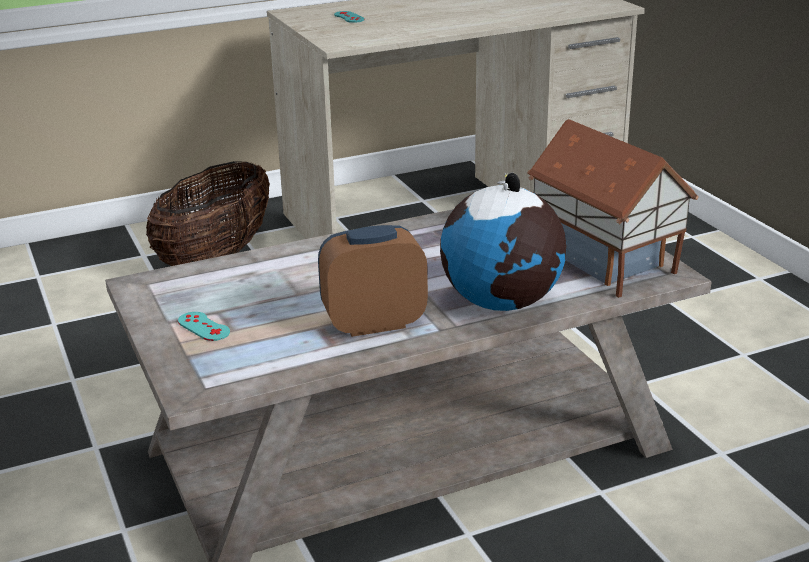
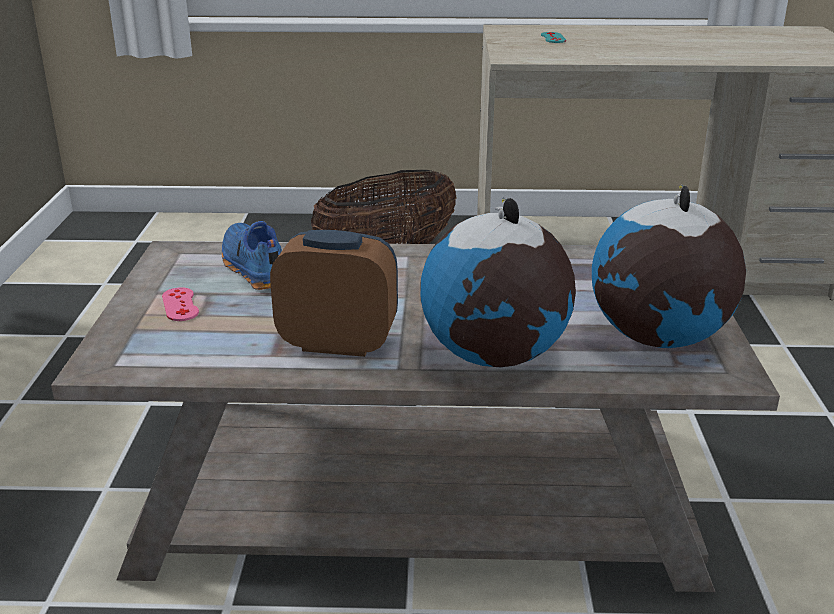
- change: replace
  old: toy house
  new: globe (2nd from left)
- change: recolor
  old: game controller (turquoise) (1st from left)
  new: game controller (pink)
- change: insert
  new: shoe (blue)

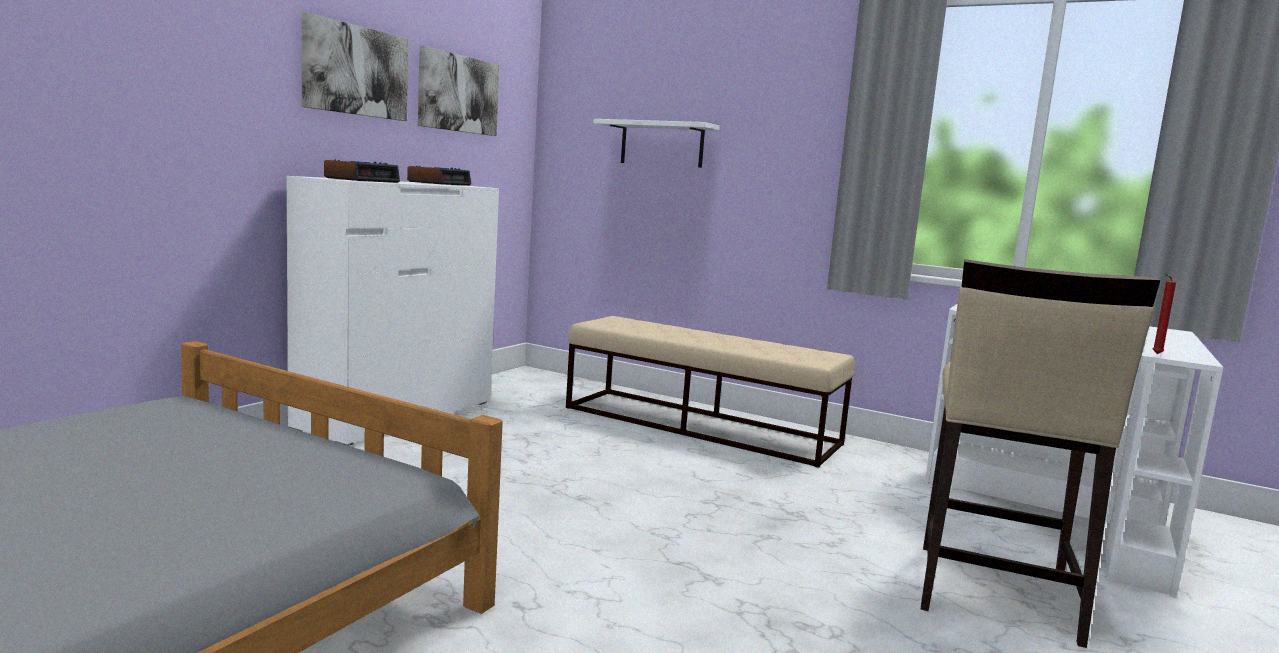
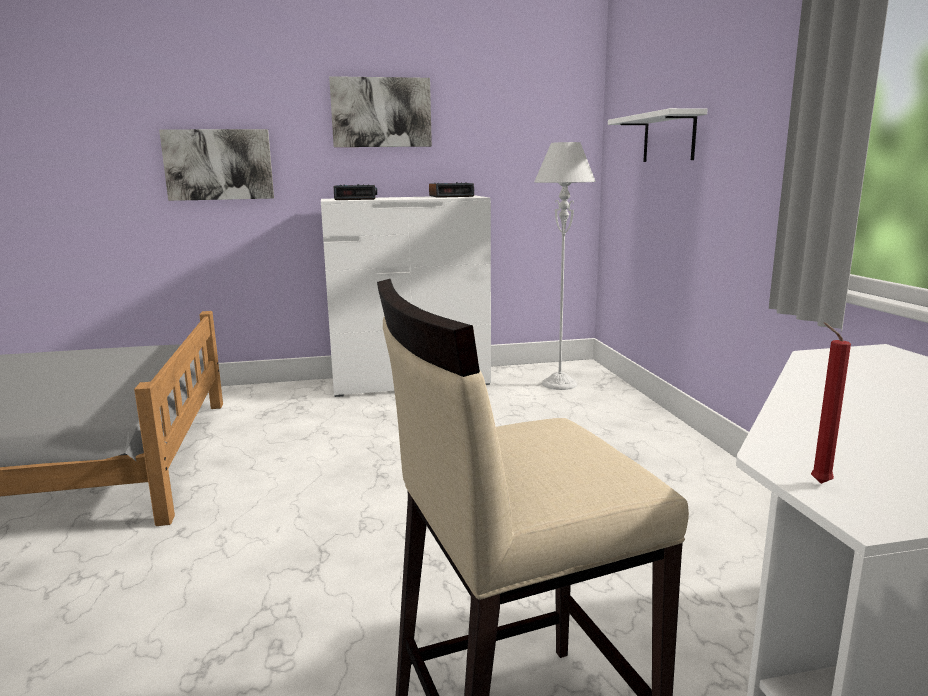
- change: move
  old: picture (2nd from left in the first image)
  new: picture (1st from left)
- change: delete
  old: bench (beige)
- change: insert
  new: floor lamp (grey)

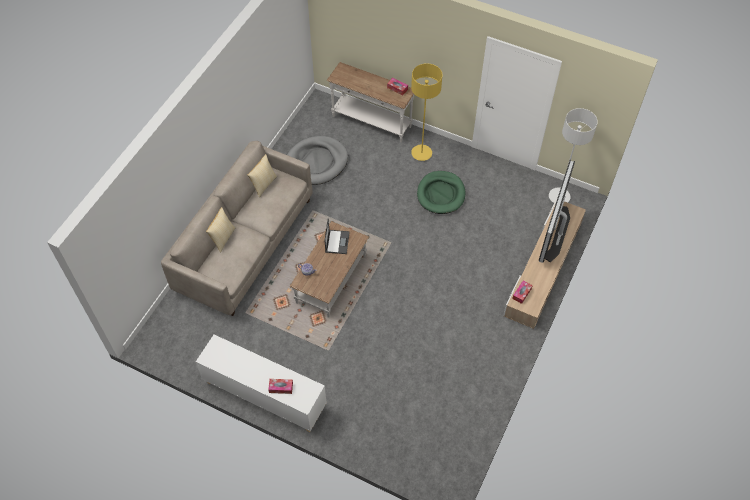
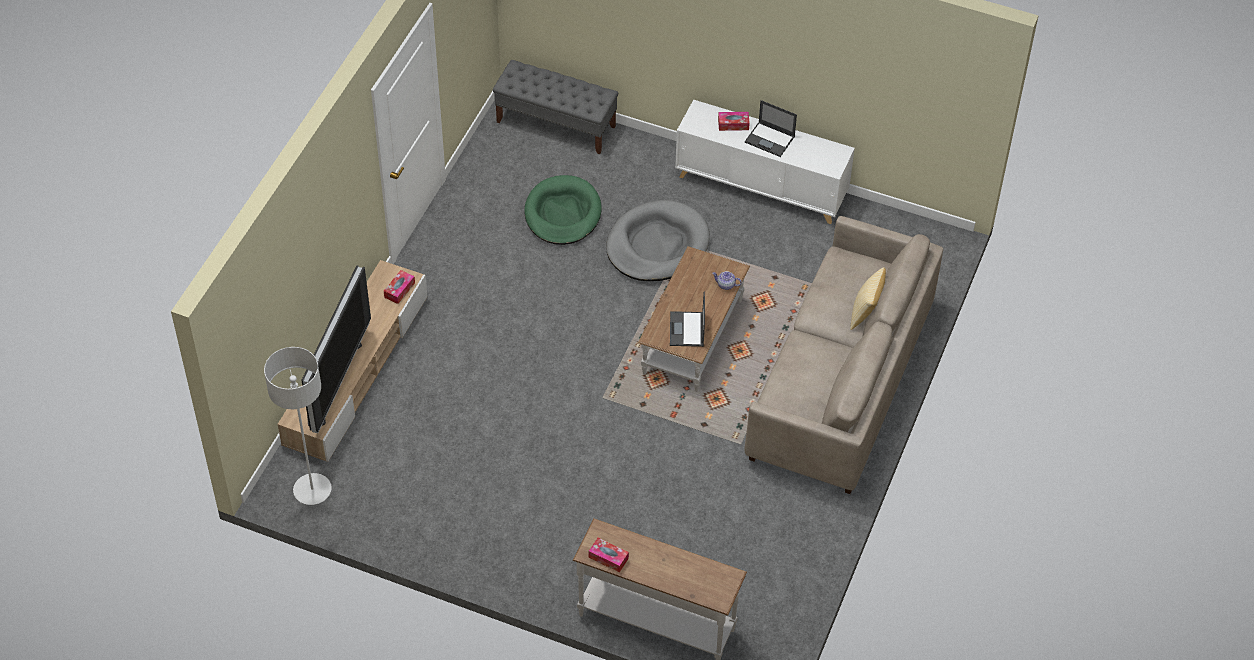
- change: delete
  old: floor lamp (yellow)
- change: move
  old: dog bed (grey)
- change: delete
  old: pillow (2nd from left)
- change: move
  old: dog bed (green)
- change: insert
  new: bench (grey)
- change: insert
  new: laptop (2nd from left)

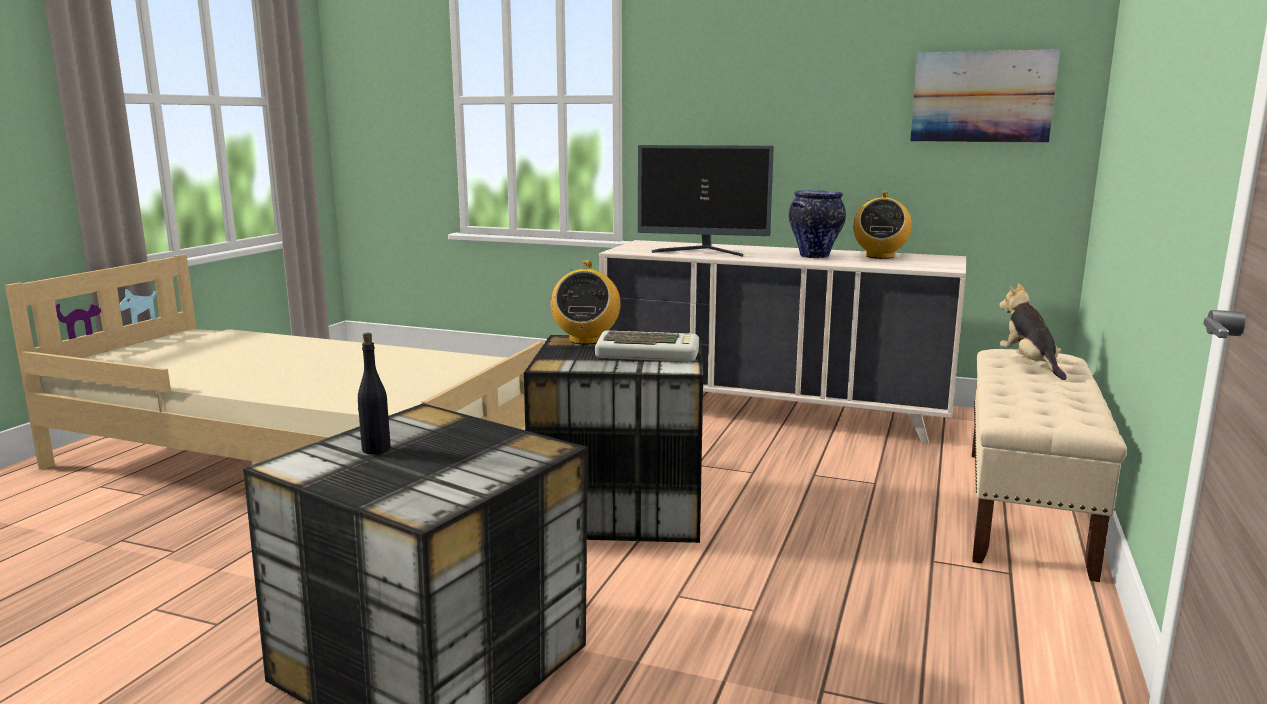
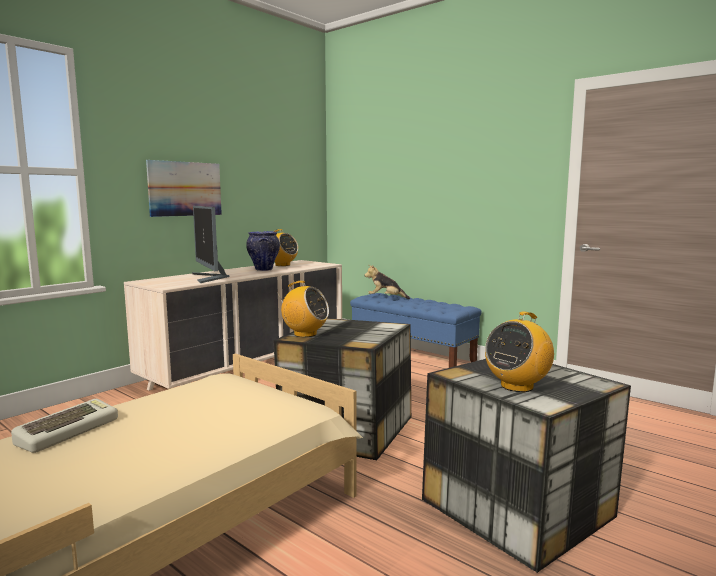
- change: move
  old: picture
- change: rotate
  old: monitor
  degrees: 120
- change: move
  old: keyboard
- change: replace
  old: bottle (black)
  new: radio (3rd from left)
- change: recolor
  old: bench (beige)
  new: bench (blue)

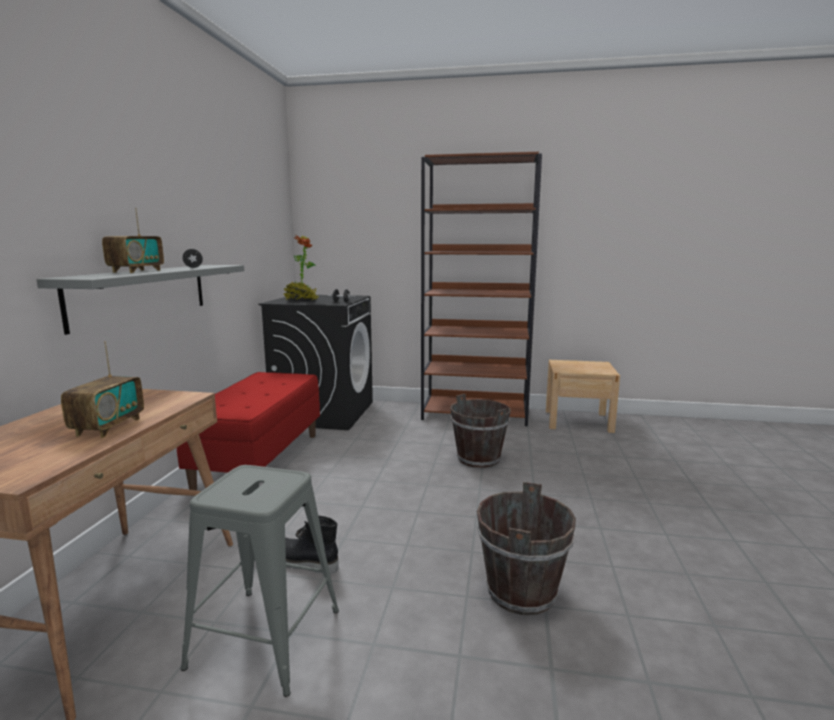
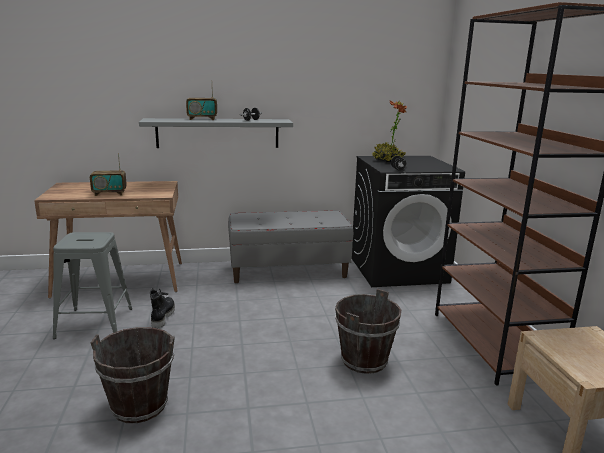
- change: recolor
  old: bench (red)
  new: bench (grey)

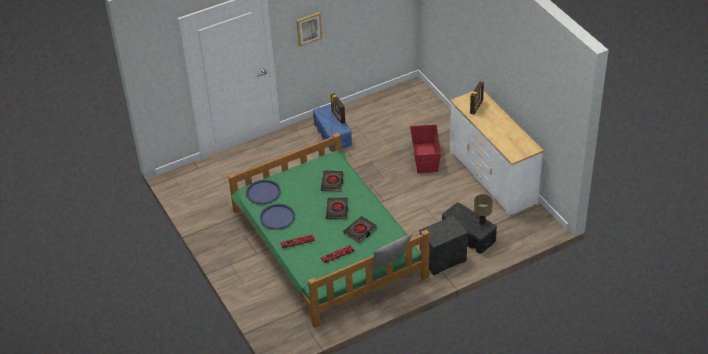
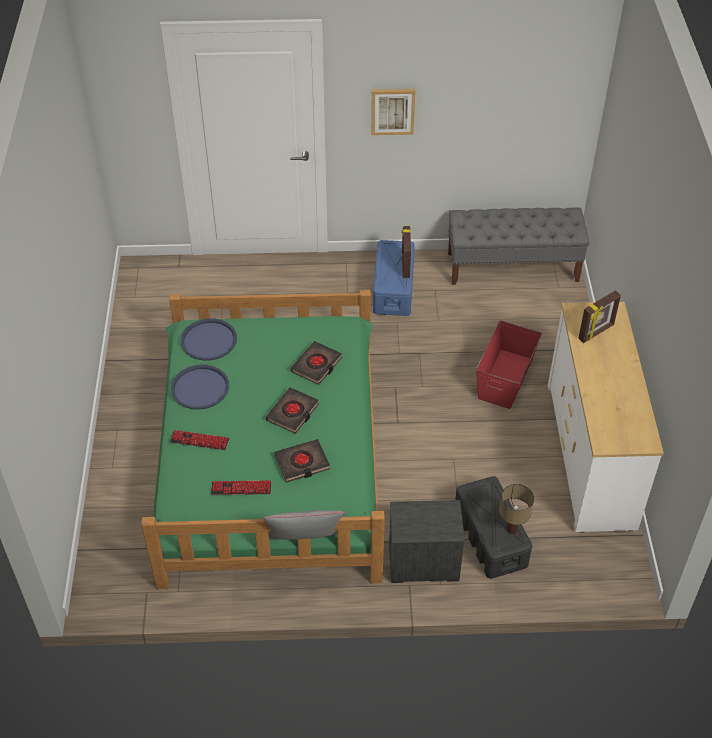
- change: insert
  new: bench (grey)

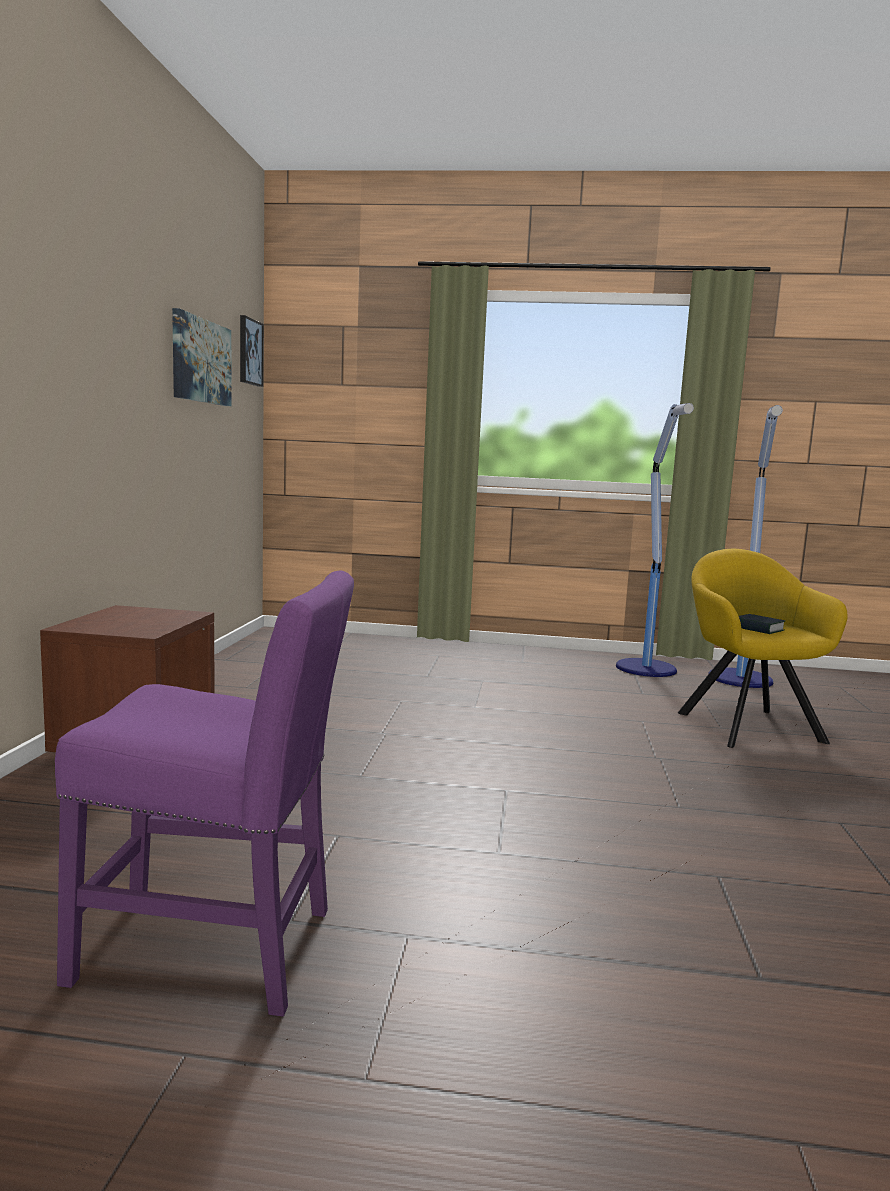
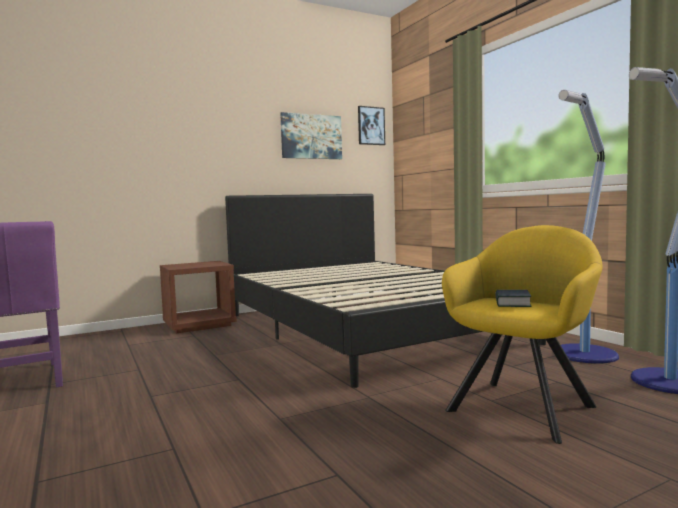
- change: insert
  new: bed (black)

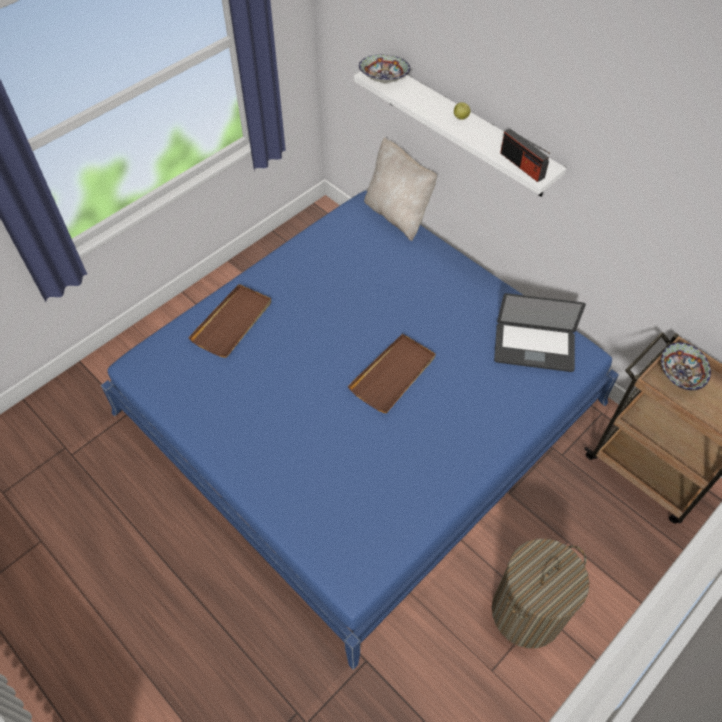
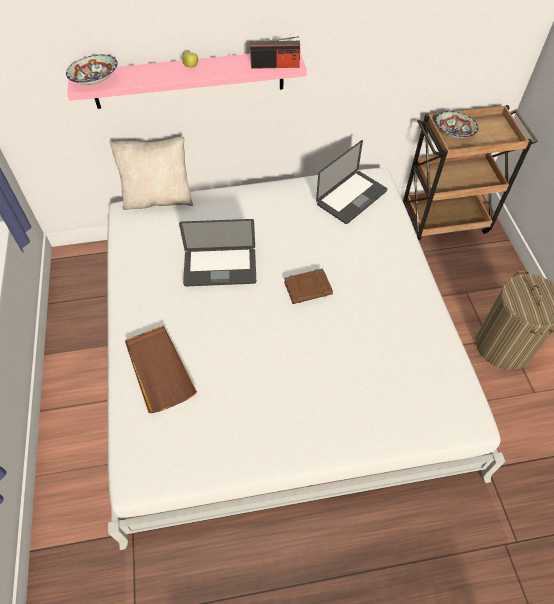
- change: recolor
  old: shelf (white)
  new: shelf (pink)
- change: recolor
  old: bed (blue)
  new: bed (white)
- change: replace
  old: tray (brown) (2nd from left)
  new: book (brown)
- change: insert
  new: laptop (1st from left)

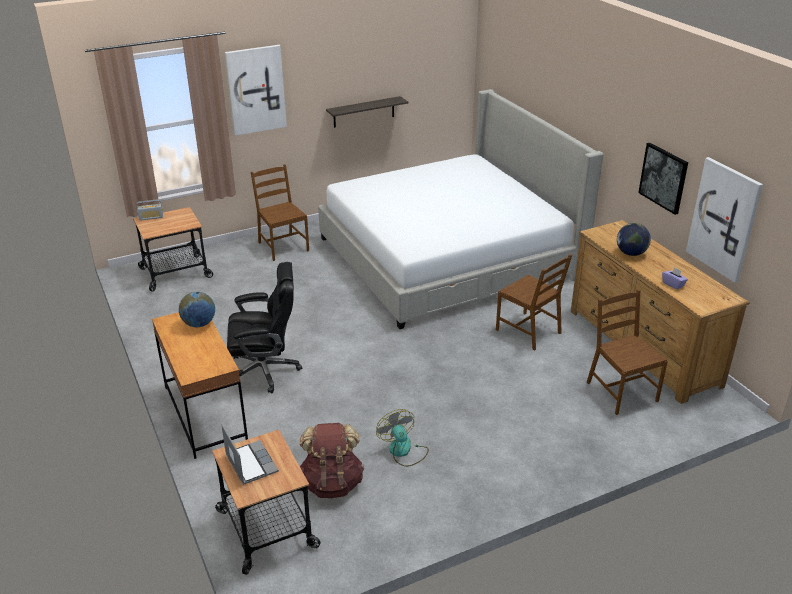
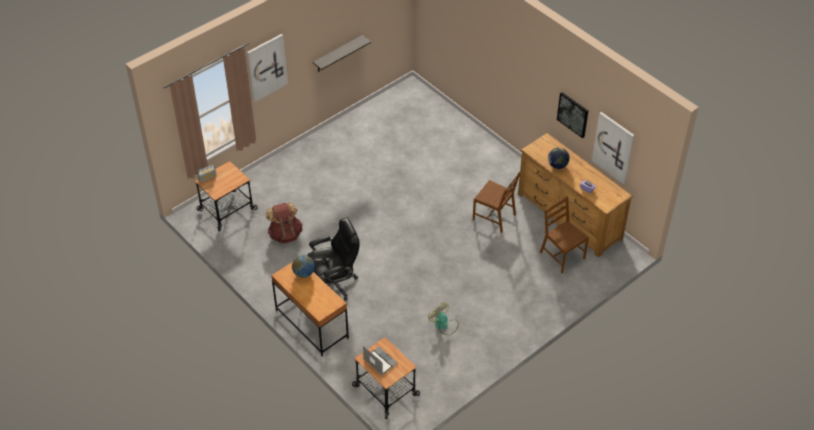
- change: delete
  old: bed
- change: delete
  old: chair (brown) (1st from left)
- change: move
  old: backpack (brown)

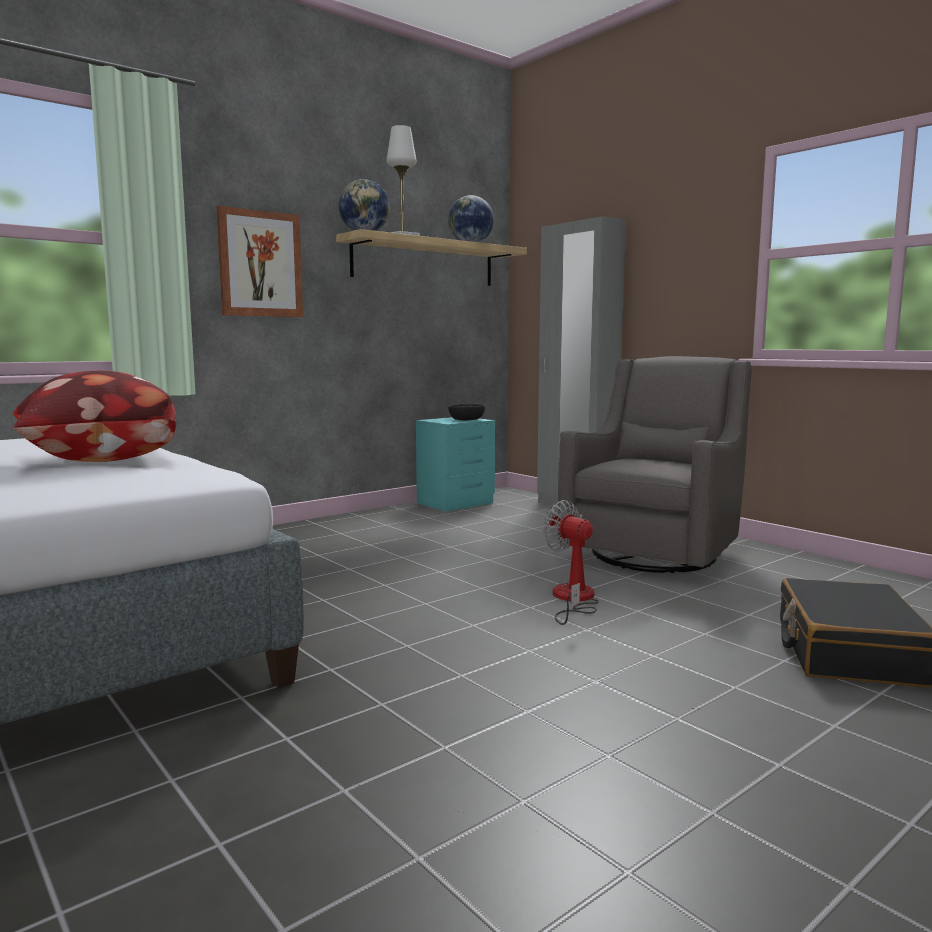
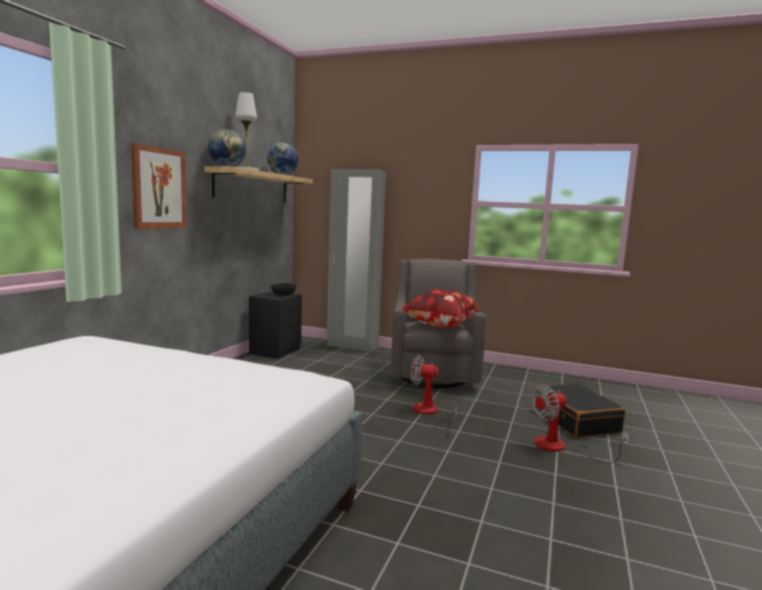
- change: move
  old: pillow
- change: recolor
  old: nightstand (turquoise)
  new: nightstand (black)
- change: insert
  new: fan (2nd from left)

